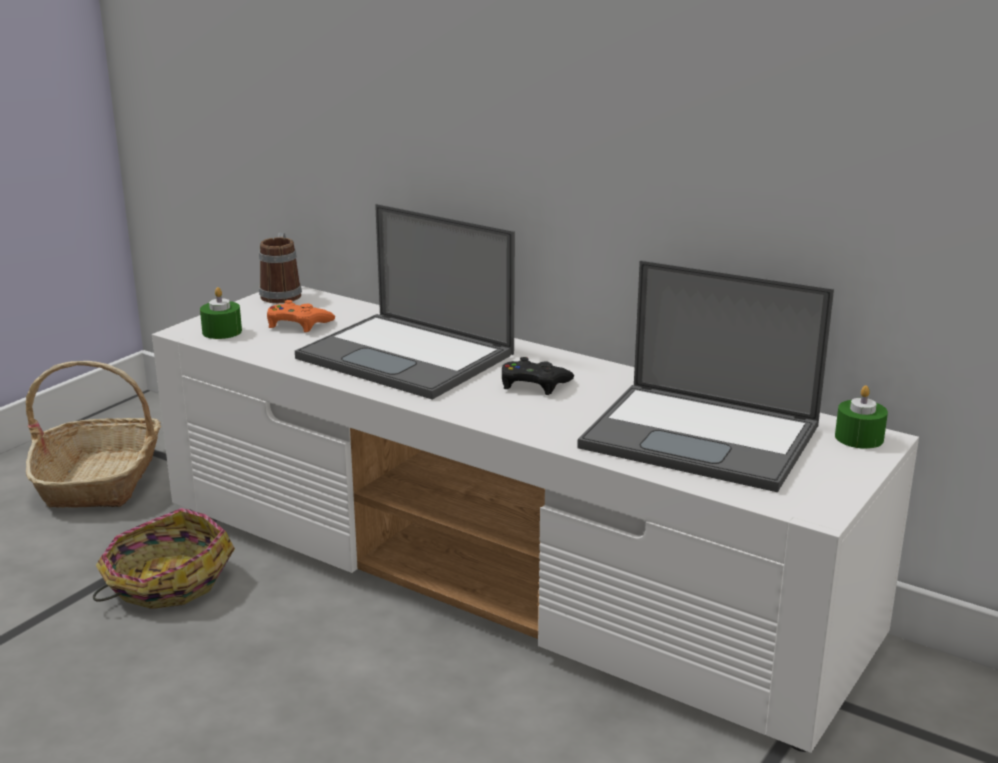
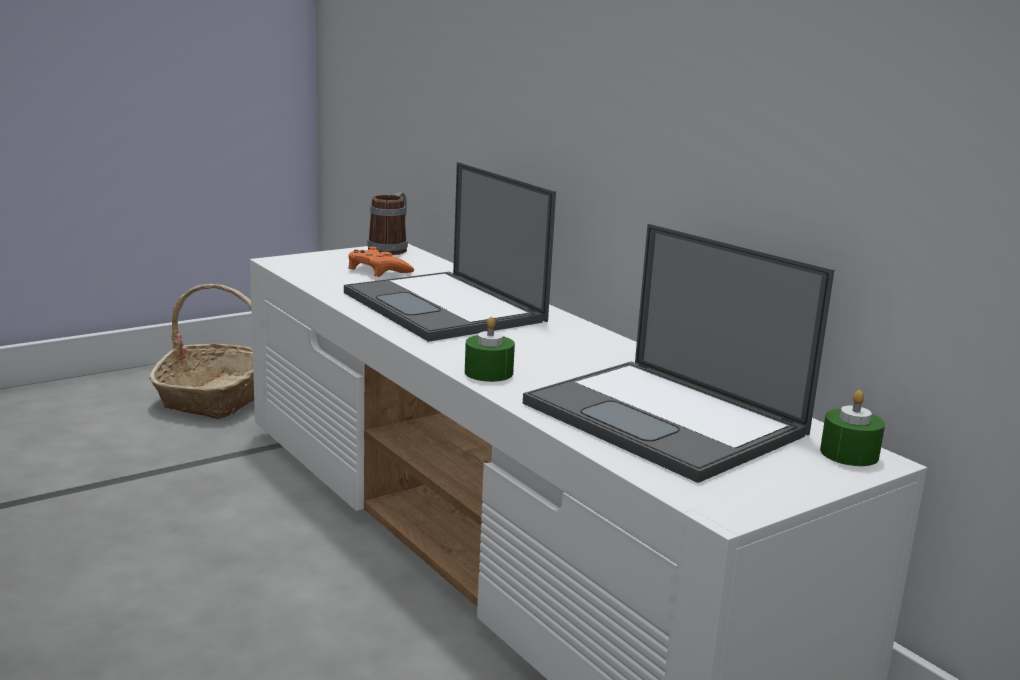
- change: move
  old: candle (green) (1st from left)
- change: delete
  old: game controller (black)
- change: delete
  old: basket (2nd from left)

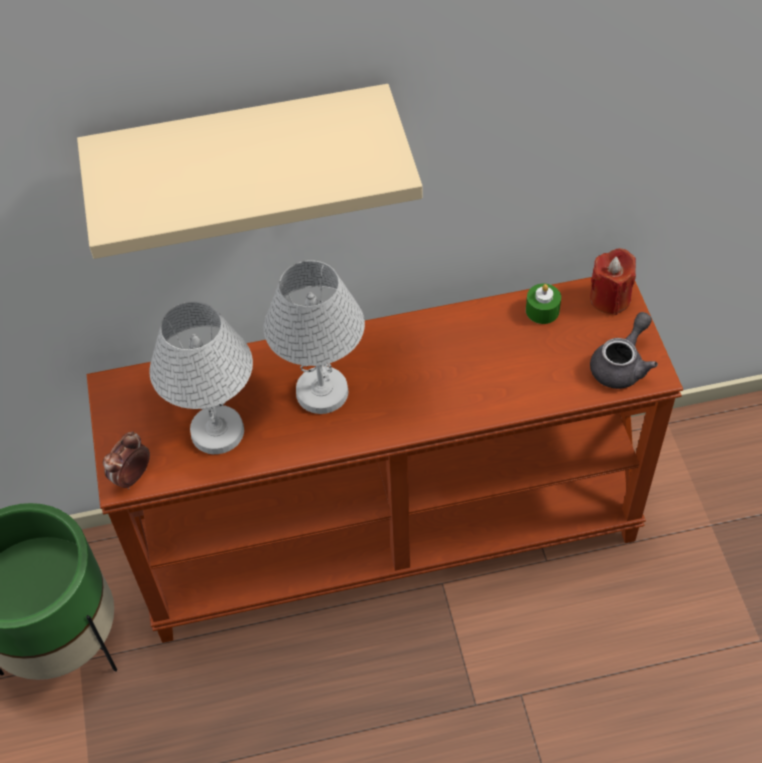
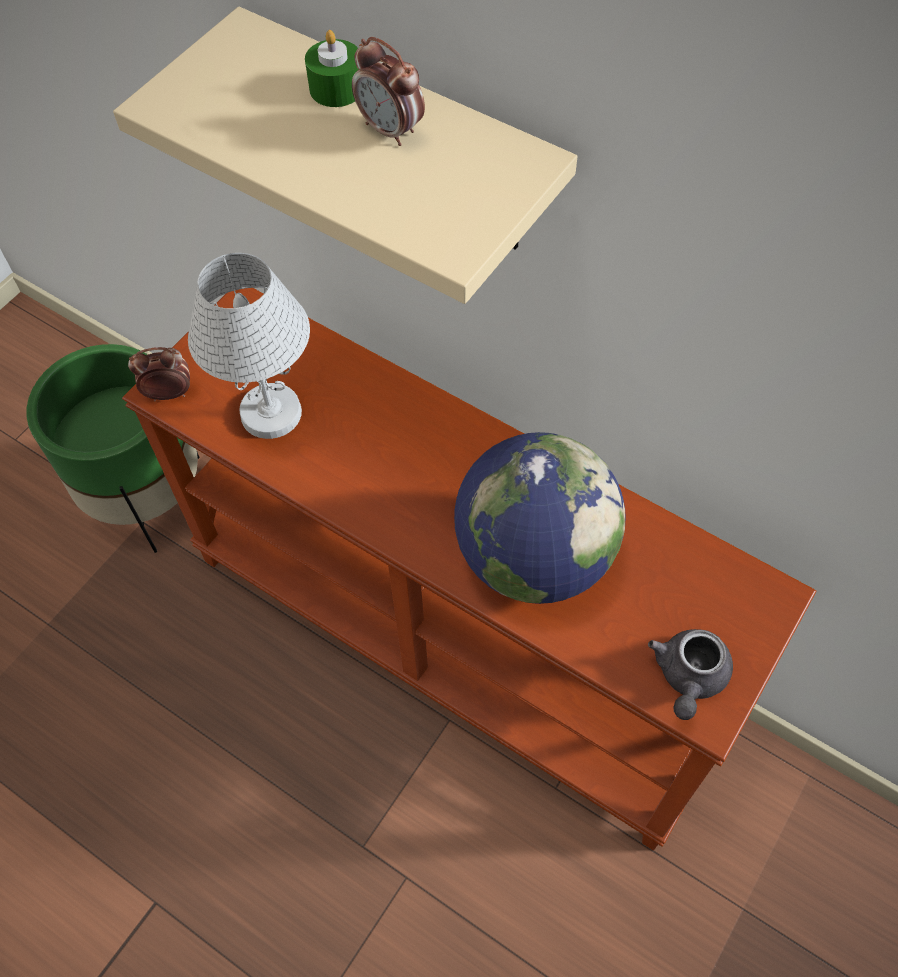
- change: delete
  old: candle (red)
- change: delete
  old: table lamp (white) (2nd from left)
- change: move
  old: candle (green)
- change: rotate
  old: teapot (grey)
  degrees: 120
- change: insert
  new: alarm clock (2nd from left)
- change: insert
  new: globe

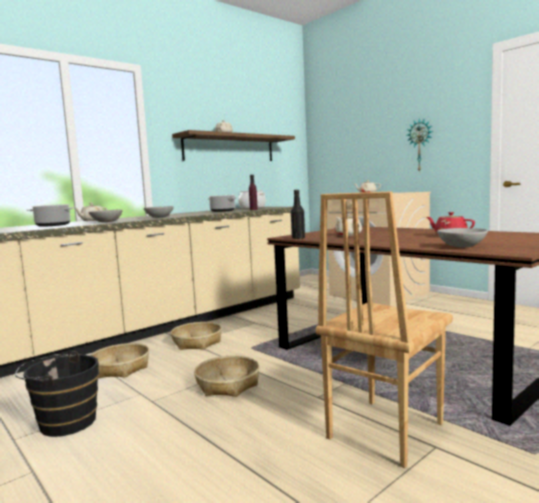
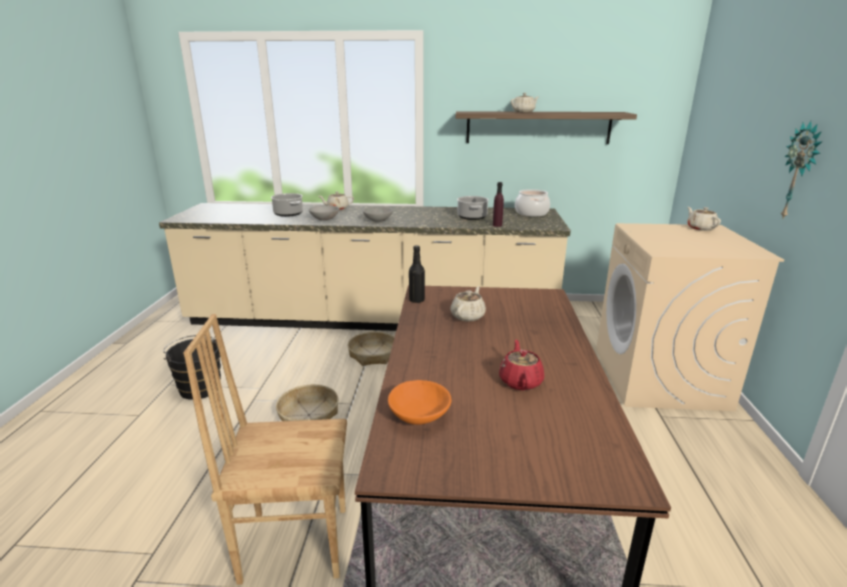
- change: recolor
  old: bowl (grey) (3rd from left)
  new: bowl (orange)
- change: delete
  old: basket (1st from left)

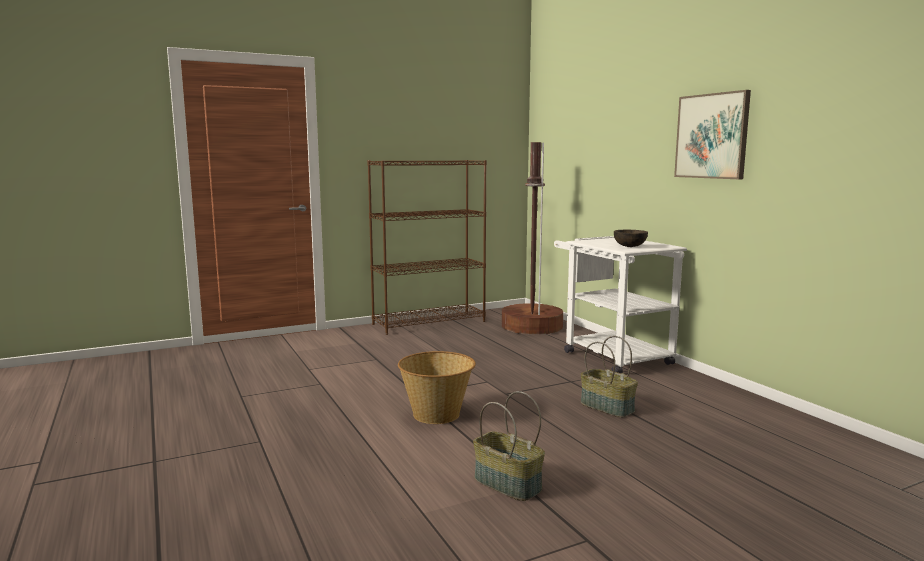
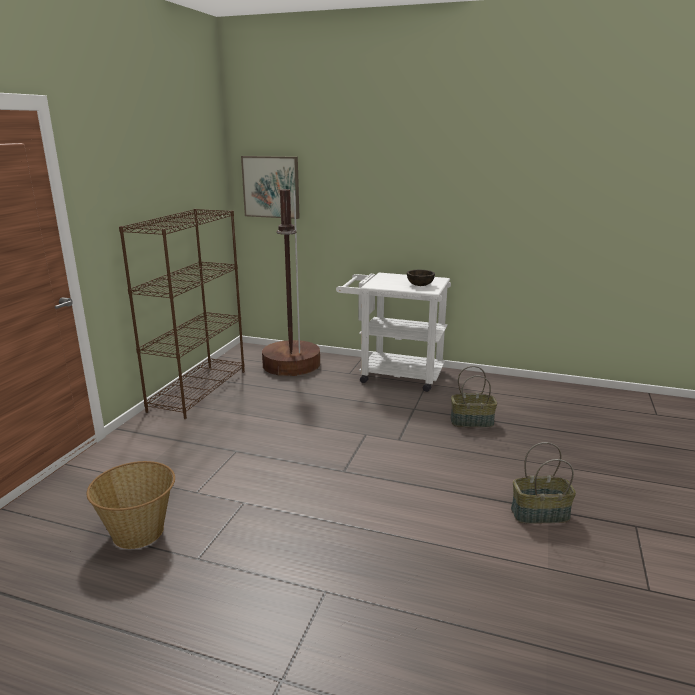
- change: move
  old: picture
- change: move
  old: basket (1st from left)

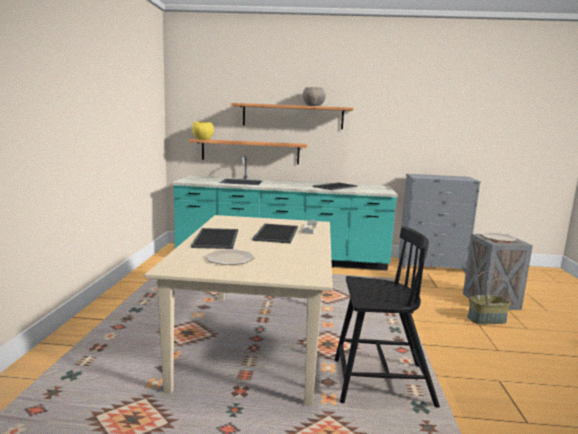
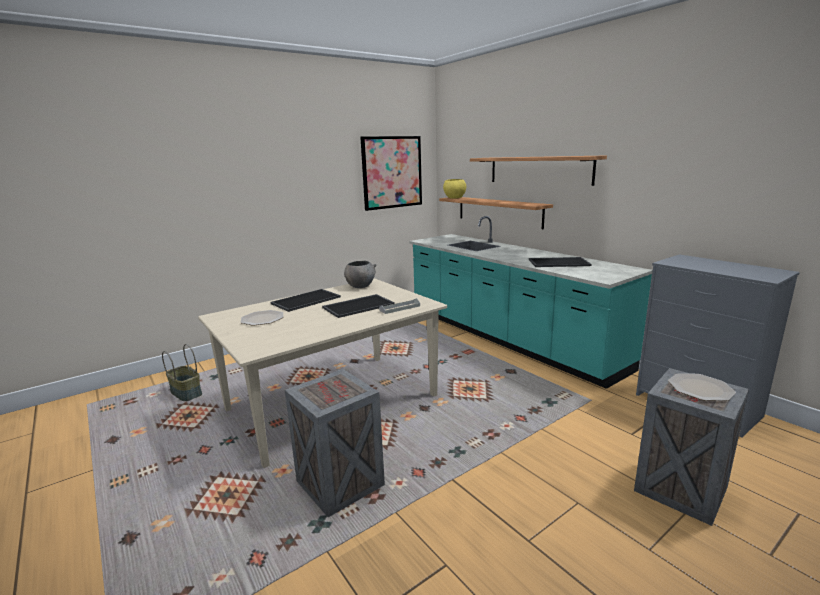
- change: move
  old: bowl (grey)
- change: replace
  old: chair (black)
  new: crate (1st from left)
- change: move
  old: basket
- change: insert
  new: picture

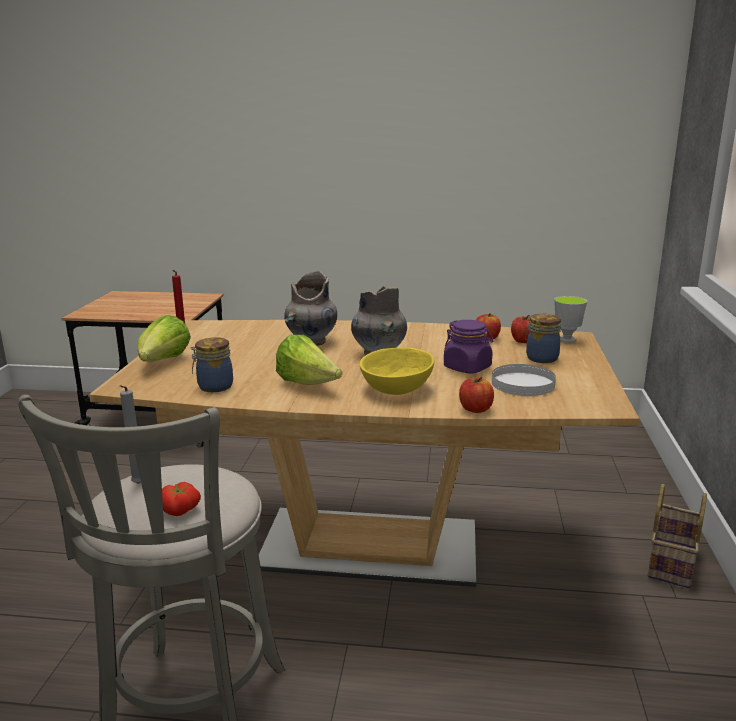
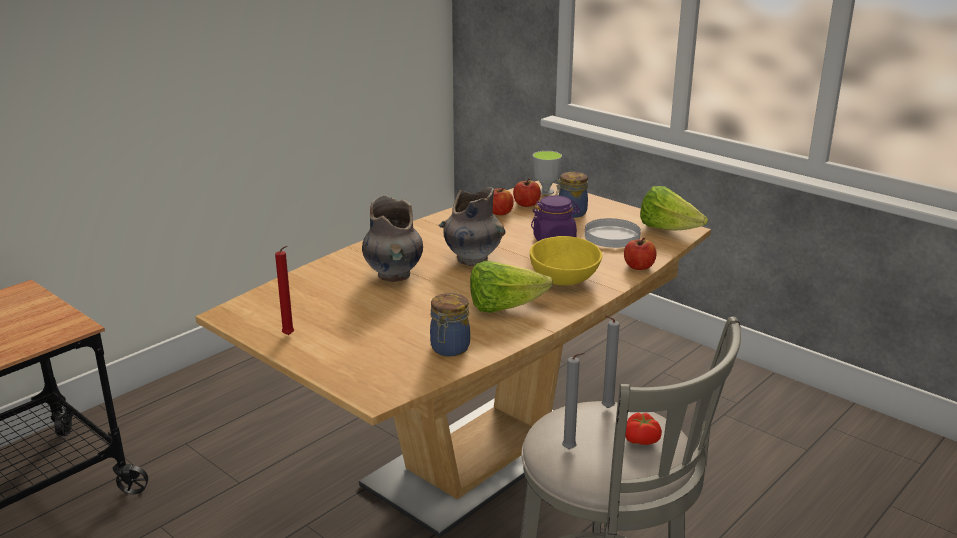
- change: move
  old: lettuce (1st from left in the first image)
  new: lettuce (2nd from left)
- change: delete
  old: basket
- change: insert
  new: candle (grey) (2nd from left)

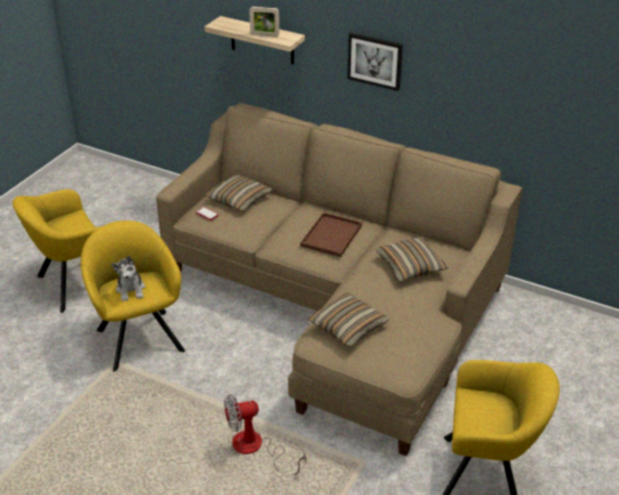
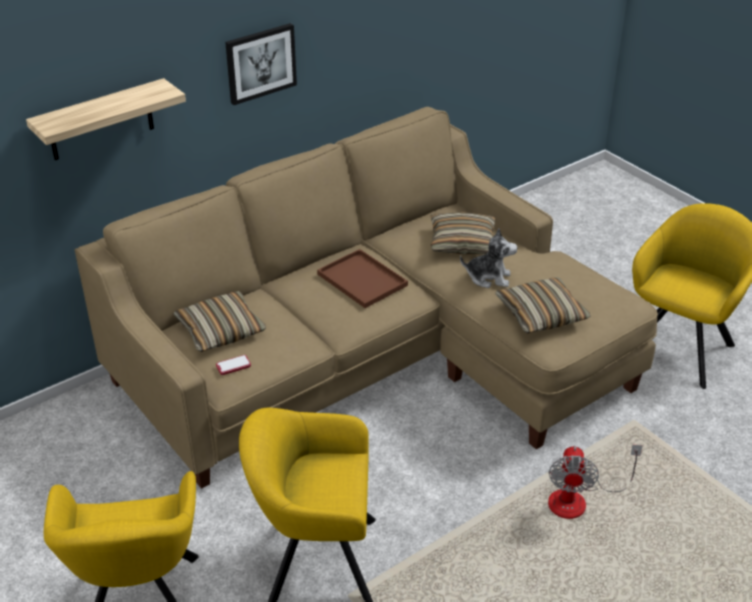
- change: delete
  old: picture frame
- change: move
  old: plush toy

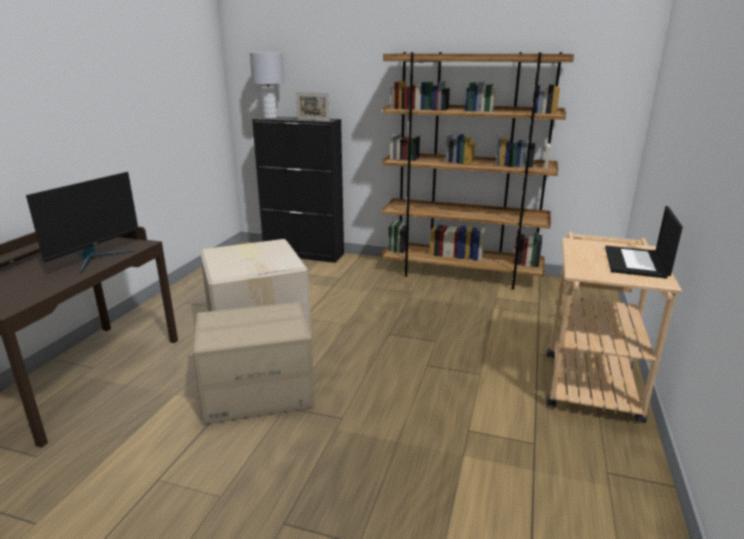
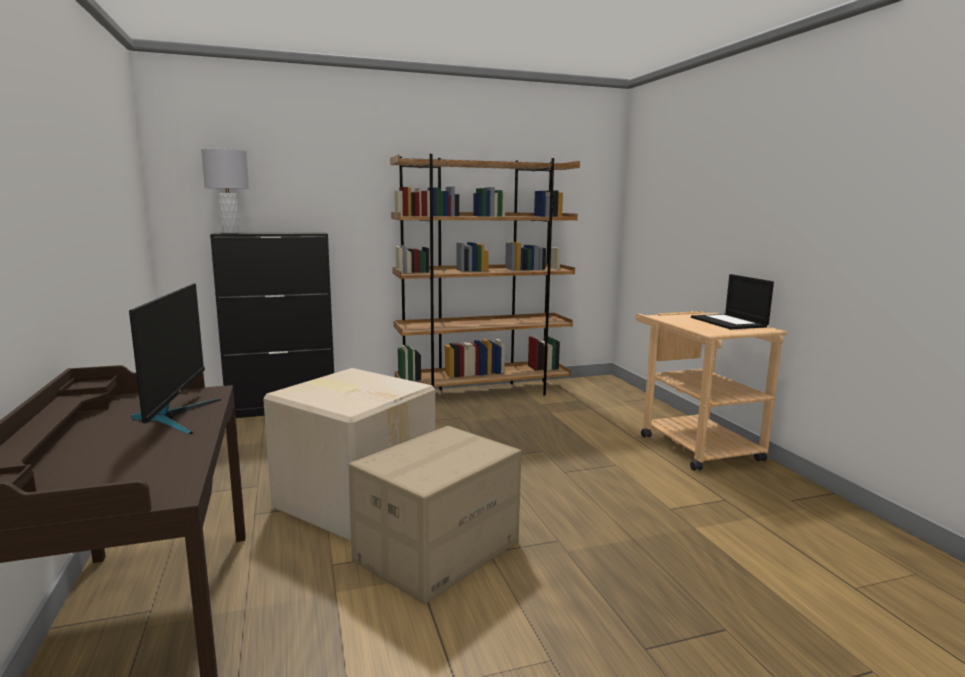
- change: delete
  old: picture frame

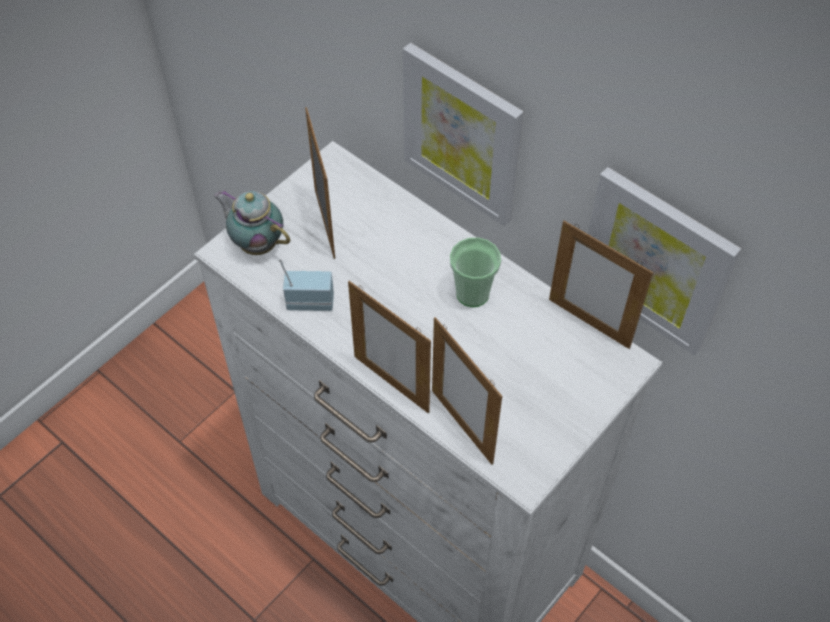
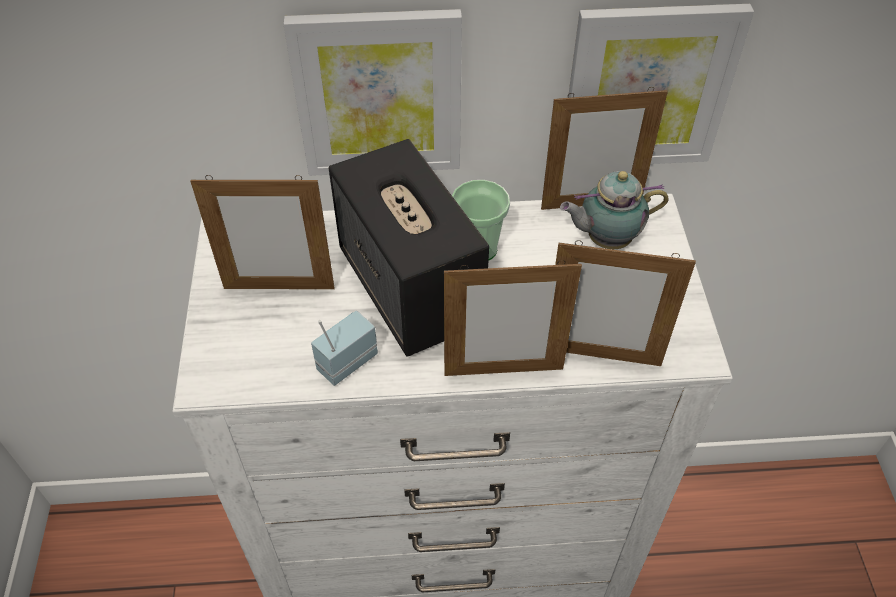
- change: rotate
  old: picture frame (1st from left)
  degrees: 150
- change: move
  old: teapot
- change: insert
  new: speaker

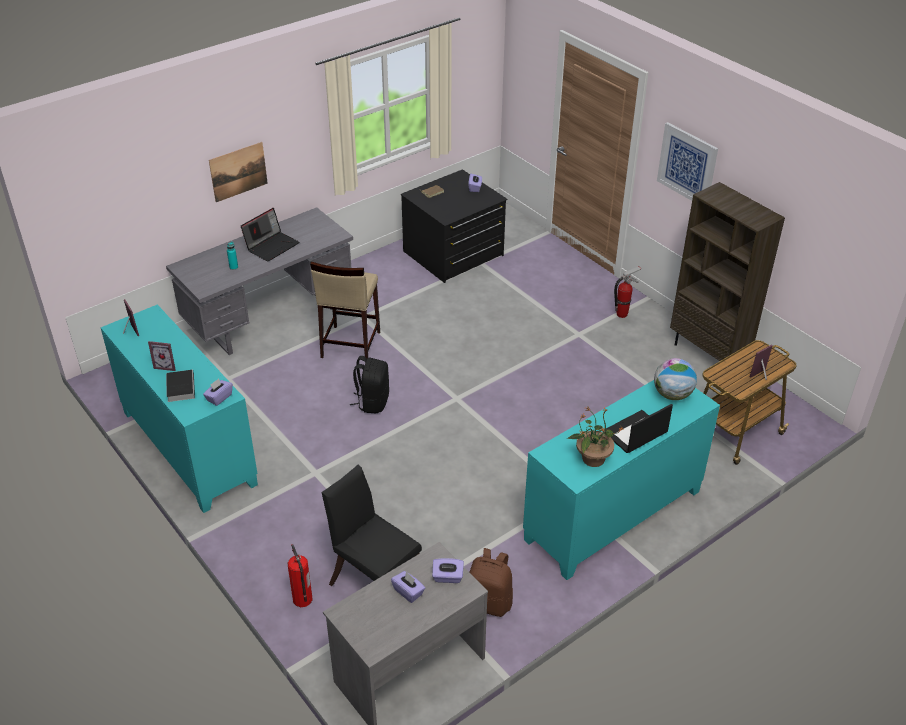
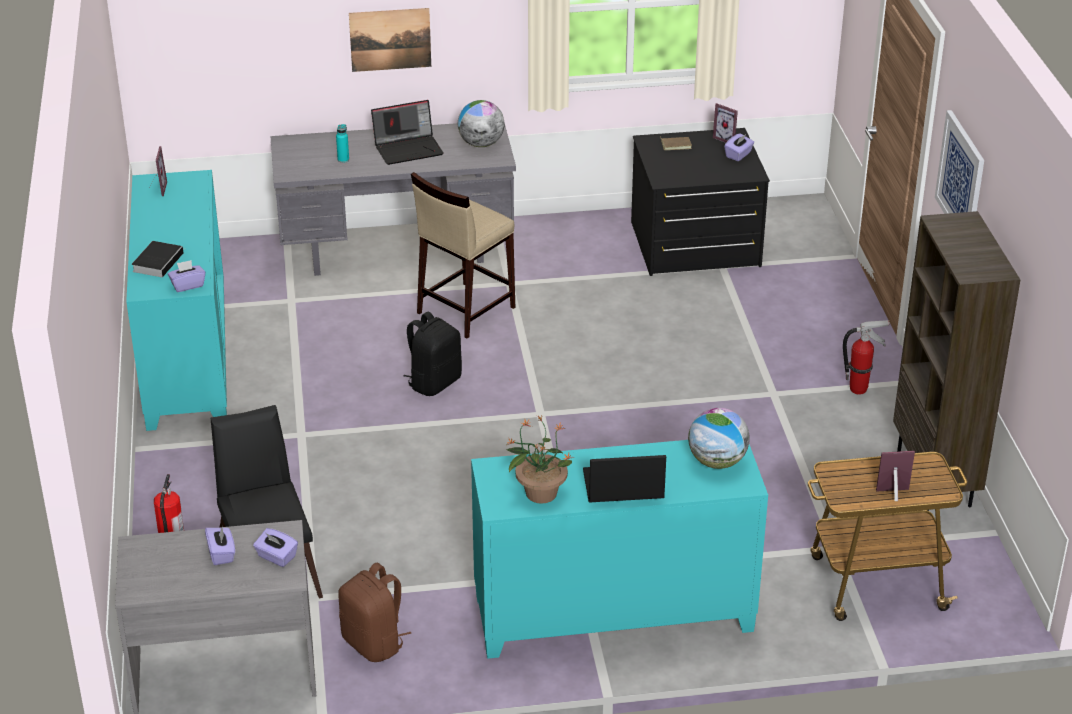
- change: move
  old: picture frame (2nd from left)
- change: insert
  new: globe (1st from left)

